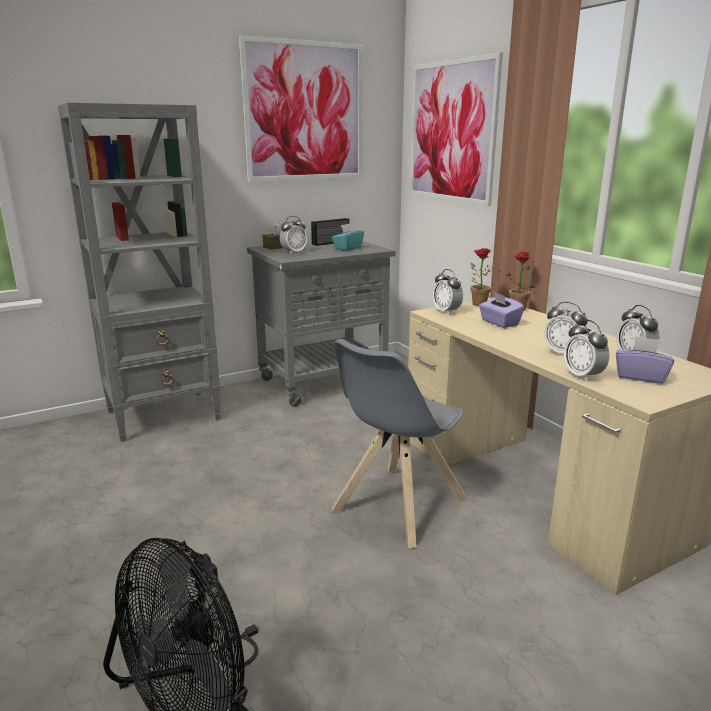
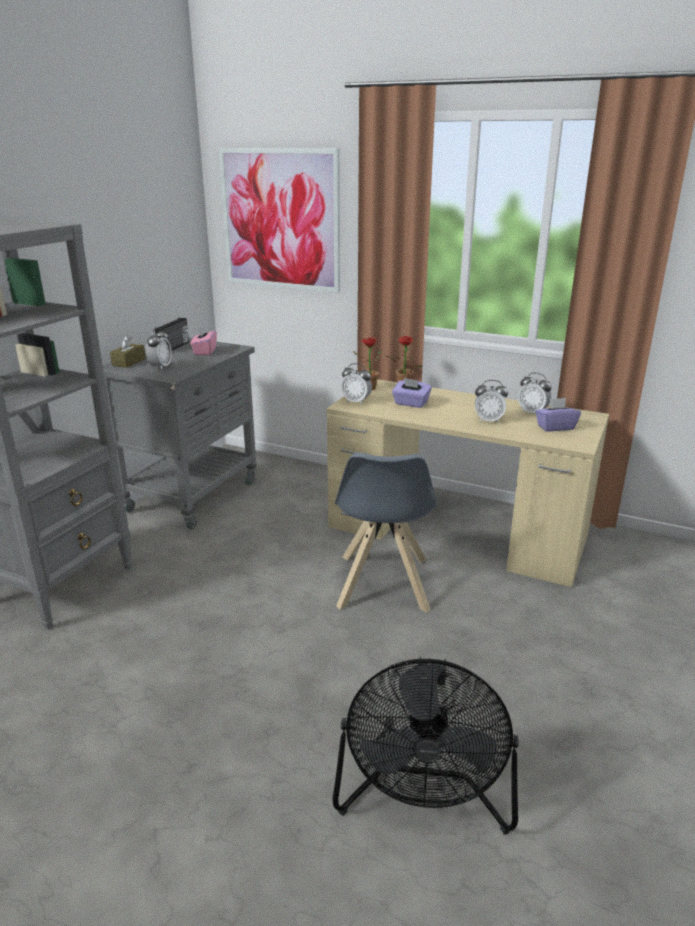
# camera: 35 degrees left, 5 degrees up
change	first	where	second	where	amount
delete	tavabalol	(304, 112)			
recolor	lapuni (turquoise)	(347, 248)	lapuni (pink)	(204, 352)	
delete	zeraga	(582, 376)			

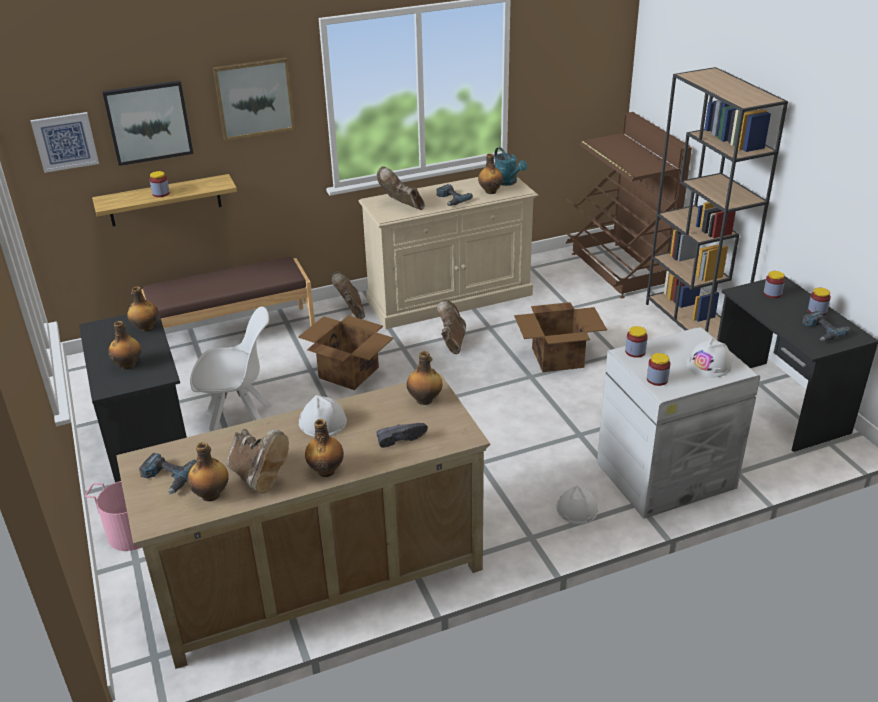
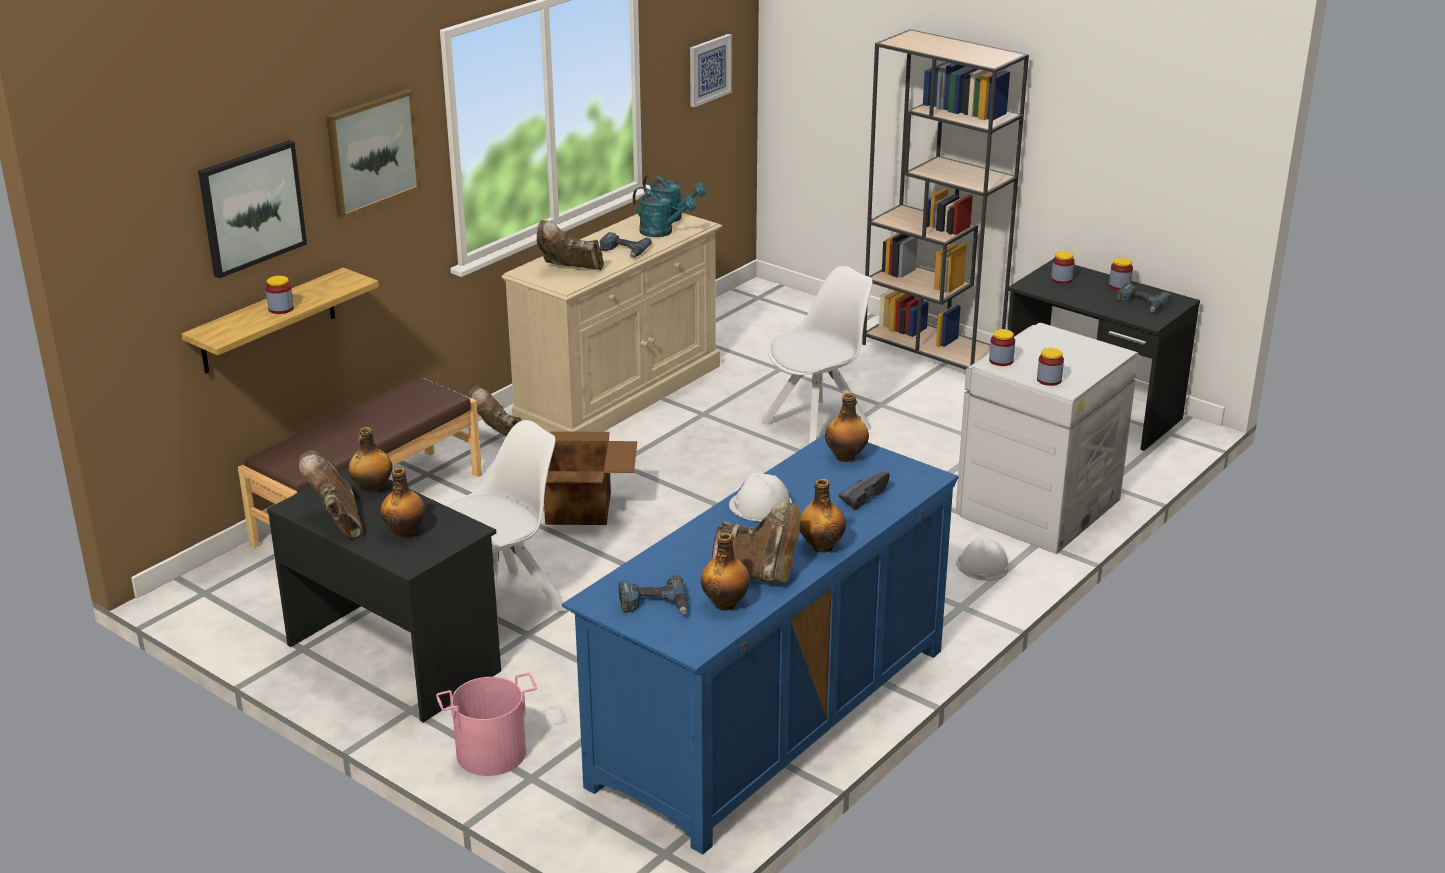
# camera: 30 degrees left, 5 degrees down
change	first	where	second	where	amount
move	tavabalol	(65, 141)		(709, 70)	
delete	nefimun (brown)	(615, 270)			
replace	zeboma	(490, 191)	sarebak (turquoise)	(661, 232)	
move	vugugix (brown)	(452, 342)		(338, 522)	
replace	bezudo	(558, 357)	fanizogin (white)	(818, 425)	
delete	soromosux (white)	(709, 364)			
recolor	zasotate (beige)	(319, 574)	zasotate (blue)	(768, 715)	

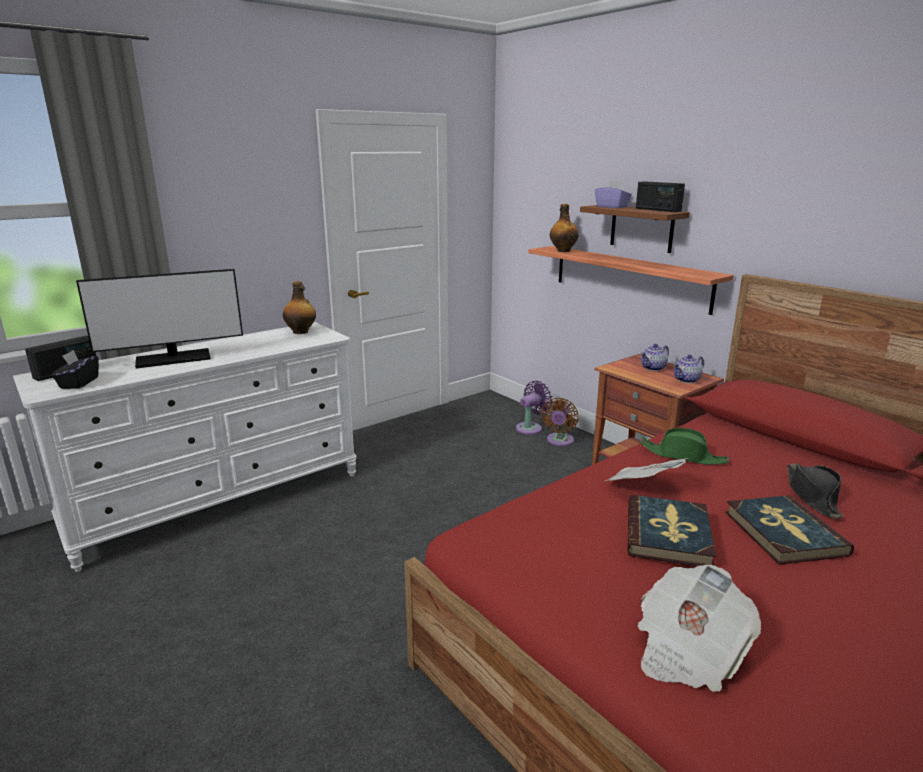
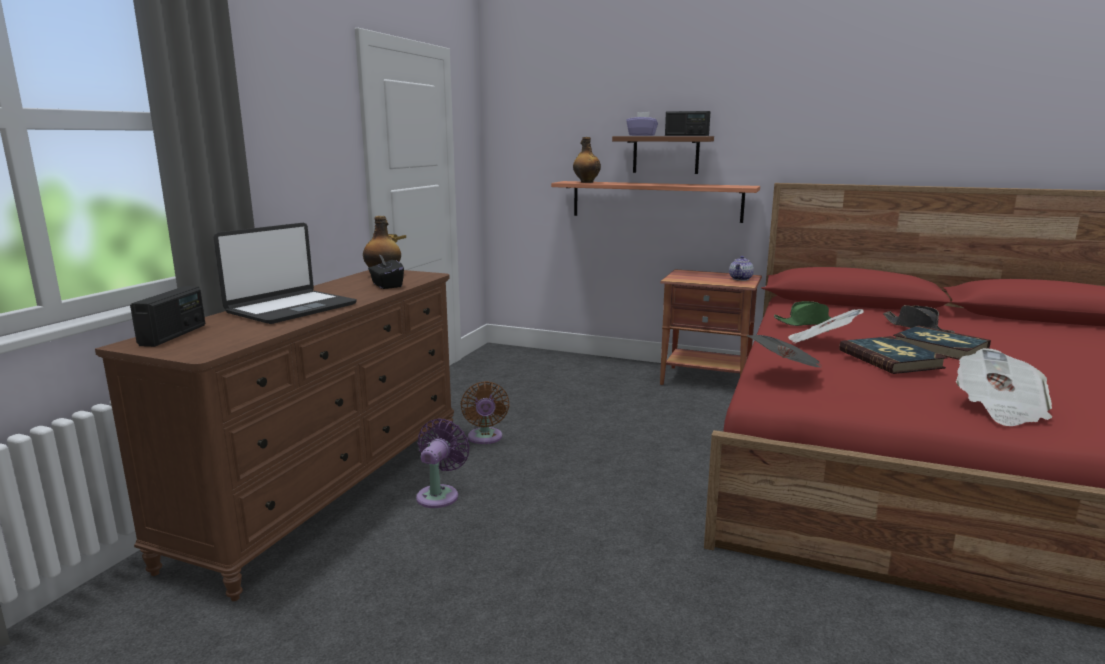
# camera: 30 degrees left, 5 degrees down
change	first	where	second	where	amount
replace	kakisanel	(173, 359)	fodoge	(291, 308)	
recolor	zasotate (white)	(221, 501)	zasotate (brown)	(330, 489)	
delete	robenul	(653, 368)			
move	lapuni (black)	(79, 383)		(386, 285)	
move	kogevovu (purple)	(531, 428)		(439, 494)	
move	kogevovu (brown)	(559, 441)		(485, 438)	
insert			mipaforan	(785, 371)	

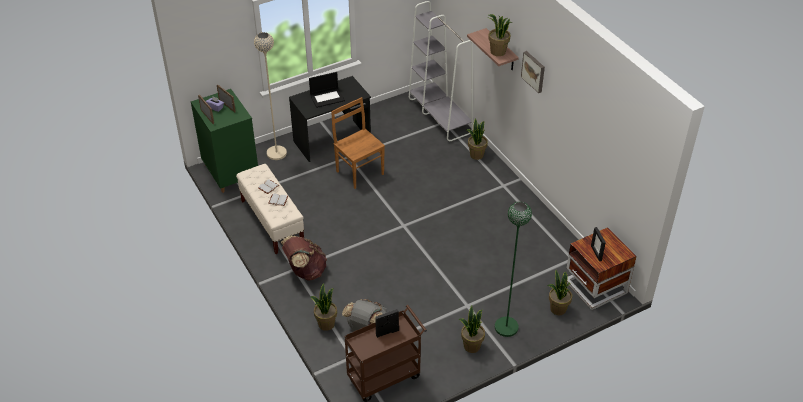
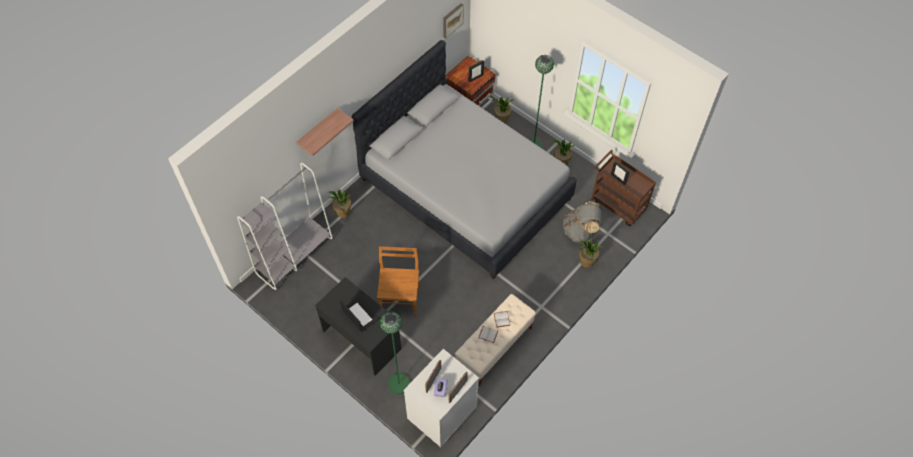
# camera: 110 degrees left, 15 degrees up
change	first	where	second	where	amount
delete	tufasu	(497, 52)			
recolor	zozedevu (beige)	(276, 153)	zozedevu (green)	(398, 384)	
move	tavabalol	(534, 71)		(452, 20)	
recolor	zasotate (green)	(230, 172)	zasotate (white)	(441, 416)	
rotate	fanizogin (brown)	(359, 172)		(400, 299)	150 degrees clockwise
delete	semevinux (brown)	(305, 271)			
insert			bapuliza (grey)	(465, 188)	

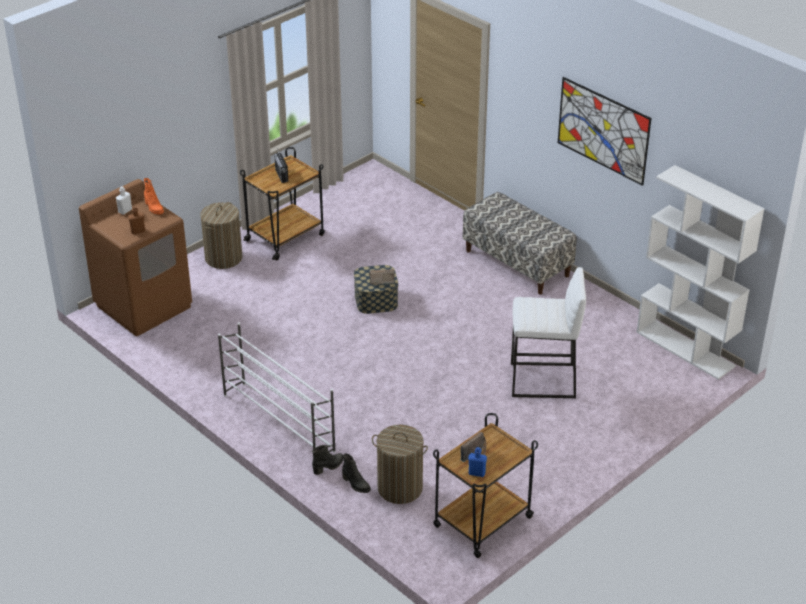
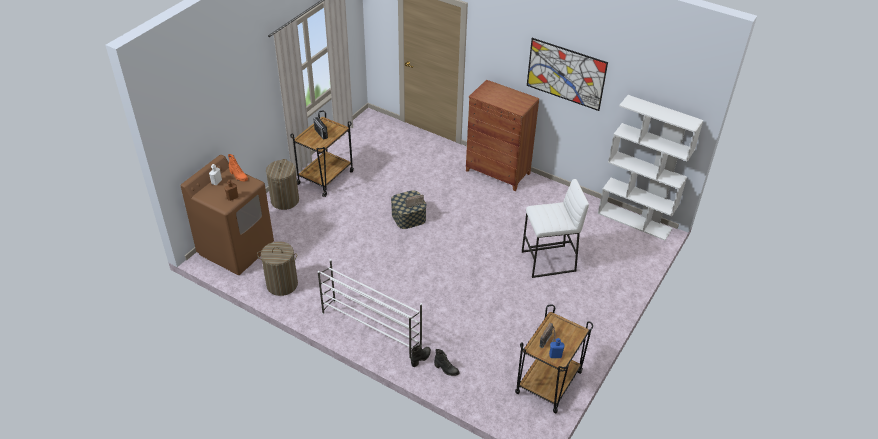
# camera: 15 degrees left, 5 degrees up
change	first	where	second	where	amount
replace	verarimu	(517, 263)	zasotate (brown)	(497, 173)	
move	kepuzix	(399, 488)		(282, 284)	

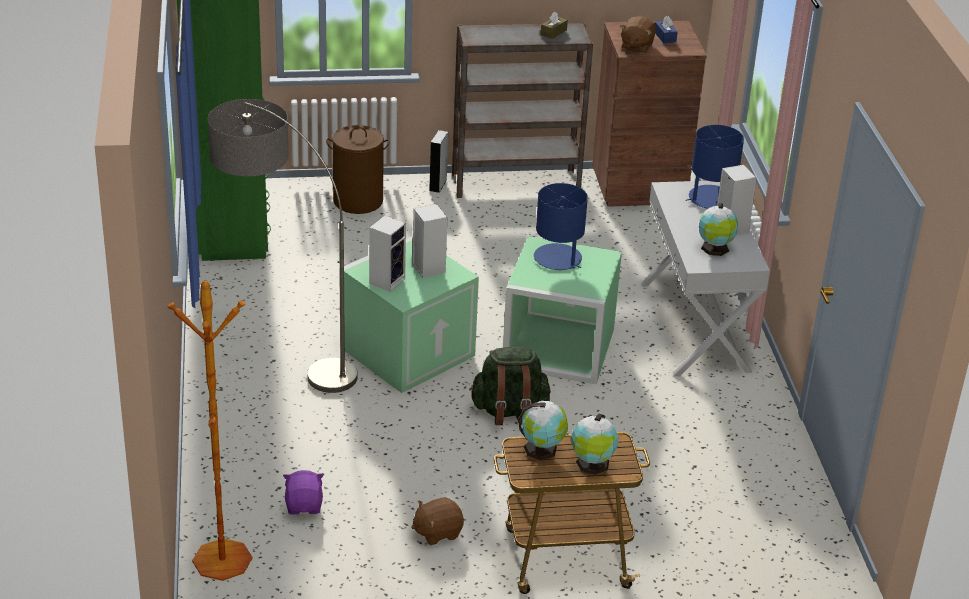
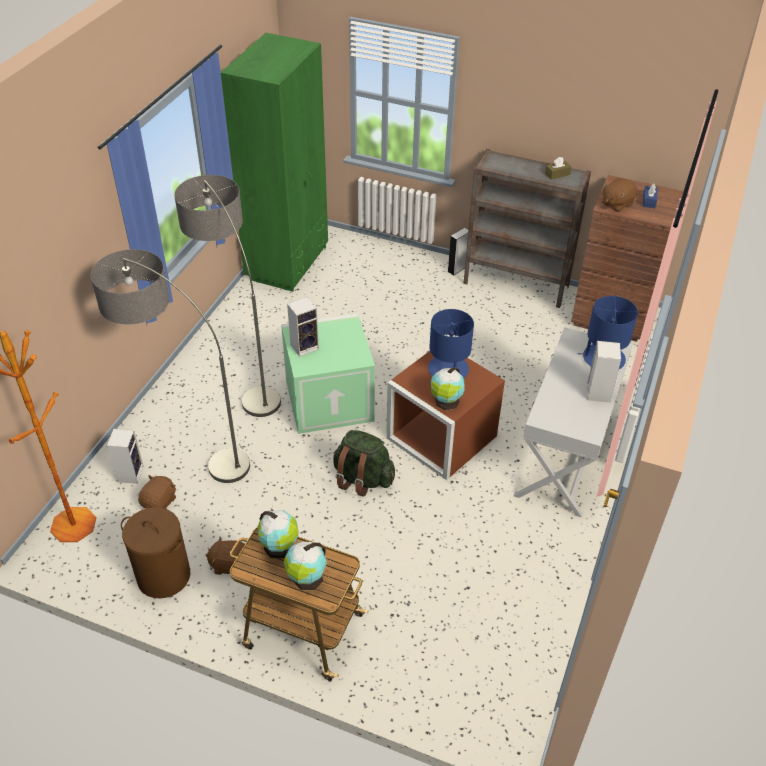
# camera: 30 degrees right, 10 degrees up
change	first	where	second	where	amount
move	kepuzix (brown)	(357, 201)		(163, 576)	
move	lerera	(715, 249)		(446, 402)	
move	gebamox	(427, 267)		(130, 473)	
recolor	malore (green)	(556, 348)	malore (brown)	(439, 437)	
recolor	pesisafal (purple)	(304, 505)	pesisafal (brown)	(160, 502)	
insert			zozedevu	(187, 450)	

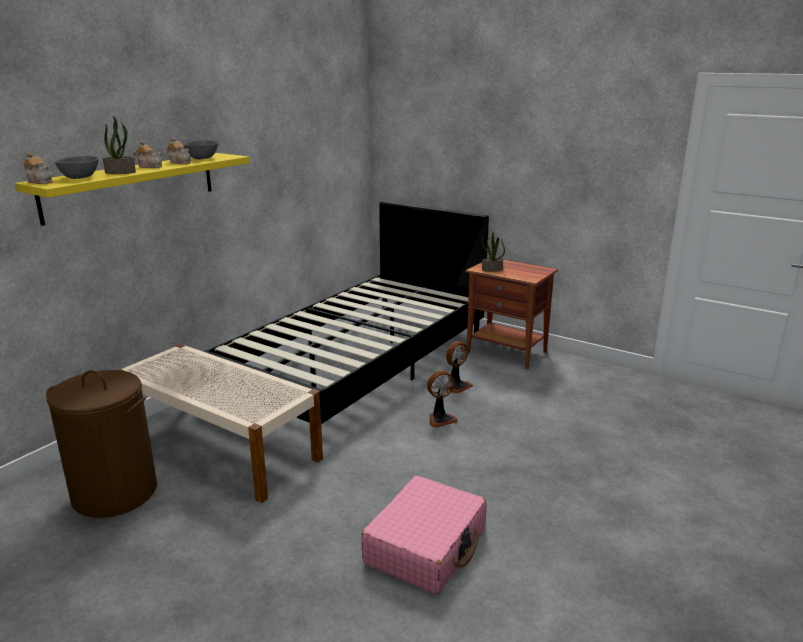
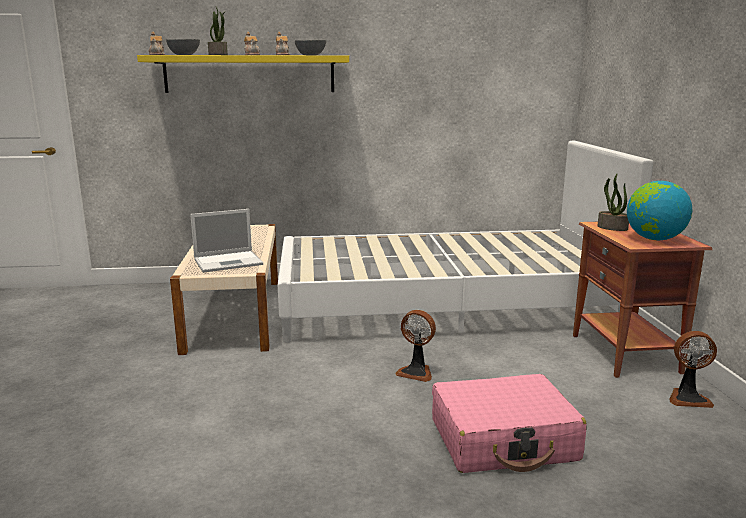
# camera: 50 degrees right, 5 degrees down
change	first	where	second	where	amount
recolor	bapuliza (black)	(359, 365)	bapuliza (white)	(443, 305)	
move	kogevovu	(457, 386)		(687, 398)	
delete	kepuzix (brown)	(114, 493)			
move	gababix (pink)	(426, 546)		(503, 440)	
insert			lerera	(654, 239)	
insert			fodoge	(229, 262)	

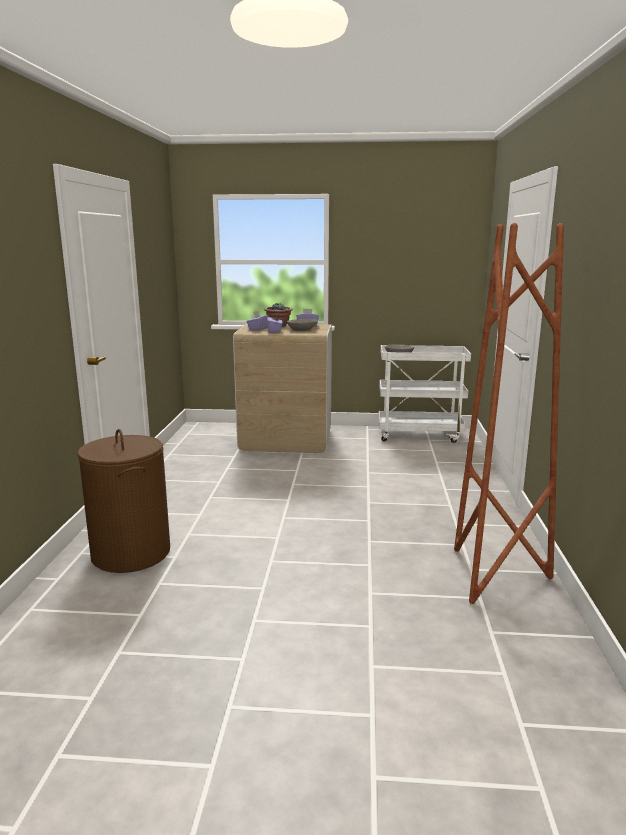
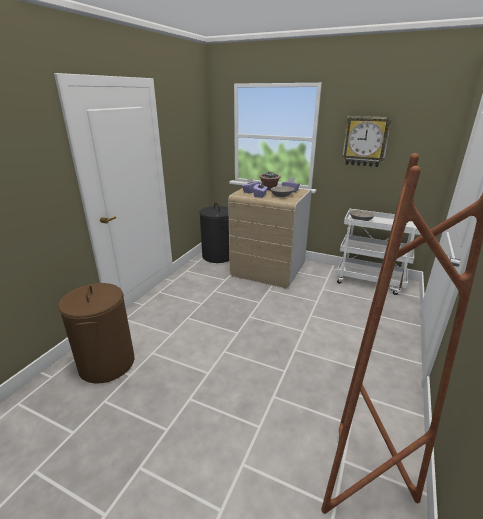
# camera: 20 degrees right, 10 degrees up
change	first	where	second	where	amount
insert			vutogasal	(365, 141)	
insert			kepuzix (black)	(218, 256)	

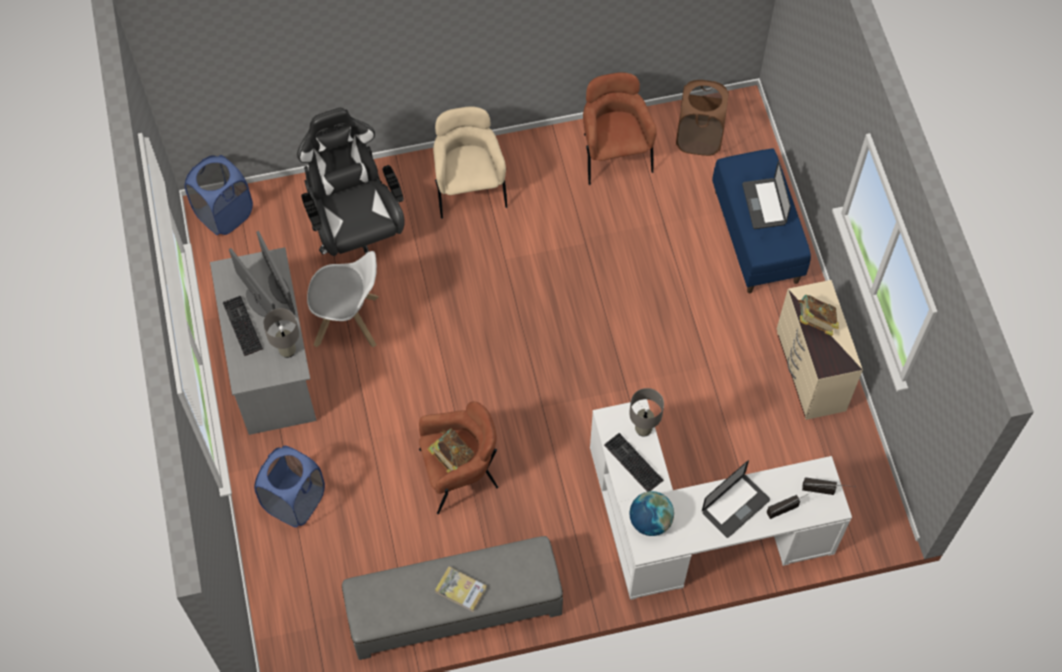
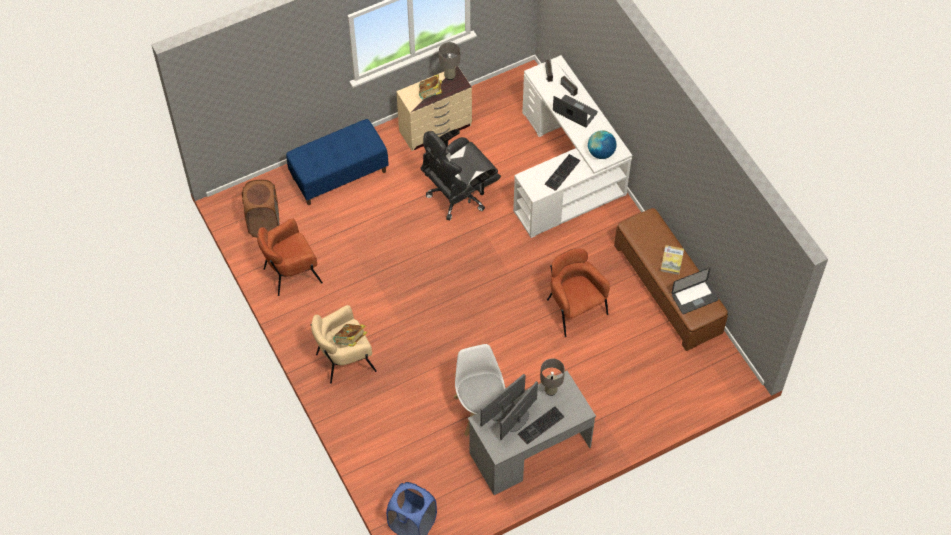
# camera: 105 degrees left, 5 degrees down
change	first	where	second	where	amount
move	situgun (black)	(358, 233)		(460, 193)	
move	fodoge	(764, 204)		(694, 297)	
move	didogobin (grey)	(643, 429)		(450, 76)	
move	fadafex	(451, 458)		(350, 341)	
delete	kepuzix (blue)	(295, 501)			
recolor	verarimu (grey)	(453, 608)	verarimu (brown)	(668, 289)	

